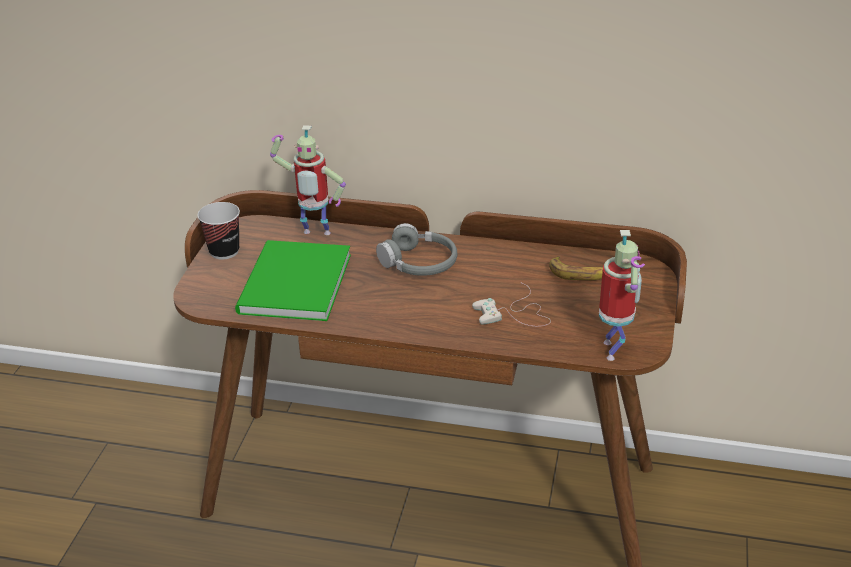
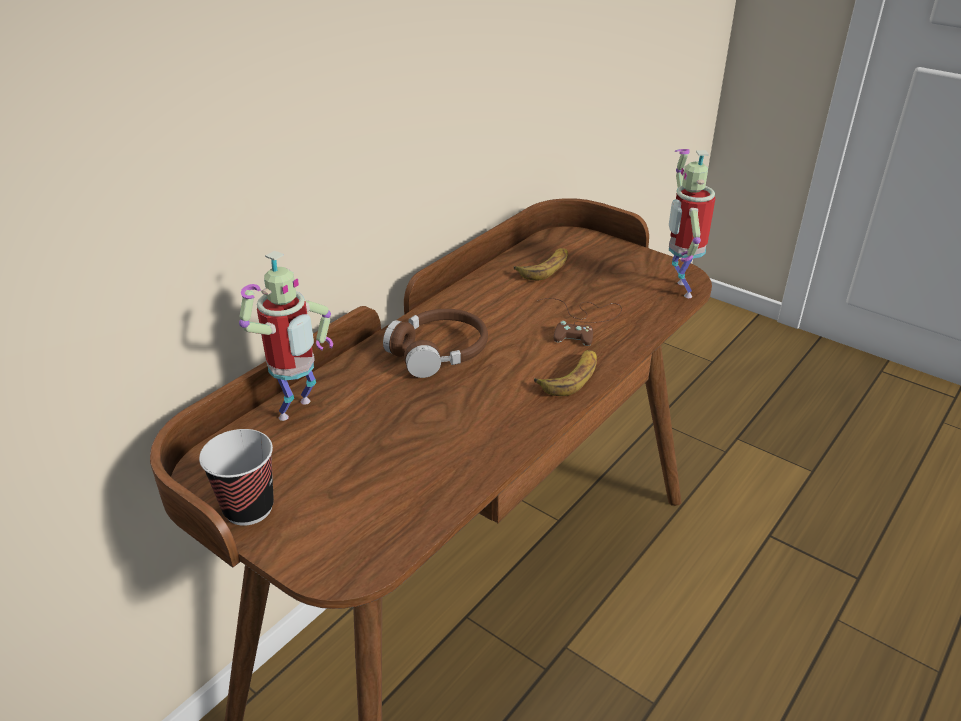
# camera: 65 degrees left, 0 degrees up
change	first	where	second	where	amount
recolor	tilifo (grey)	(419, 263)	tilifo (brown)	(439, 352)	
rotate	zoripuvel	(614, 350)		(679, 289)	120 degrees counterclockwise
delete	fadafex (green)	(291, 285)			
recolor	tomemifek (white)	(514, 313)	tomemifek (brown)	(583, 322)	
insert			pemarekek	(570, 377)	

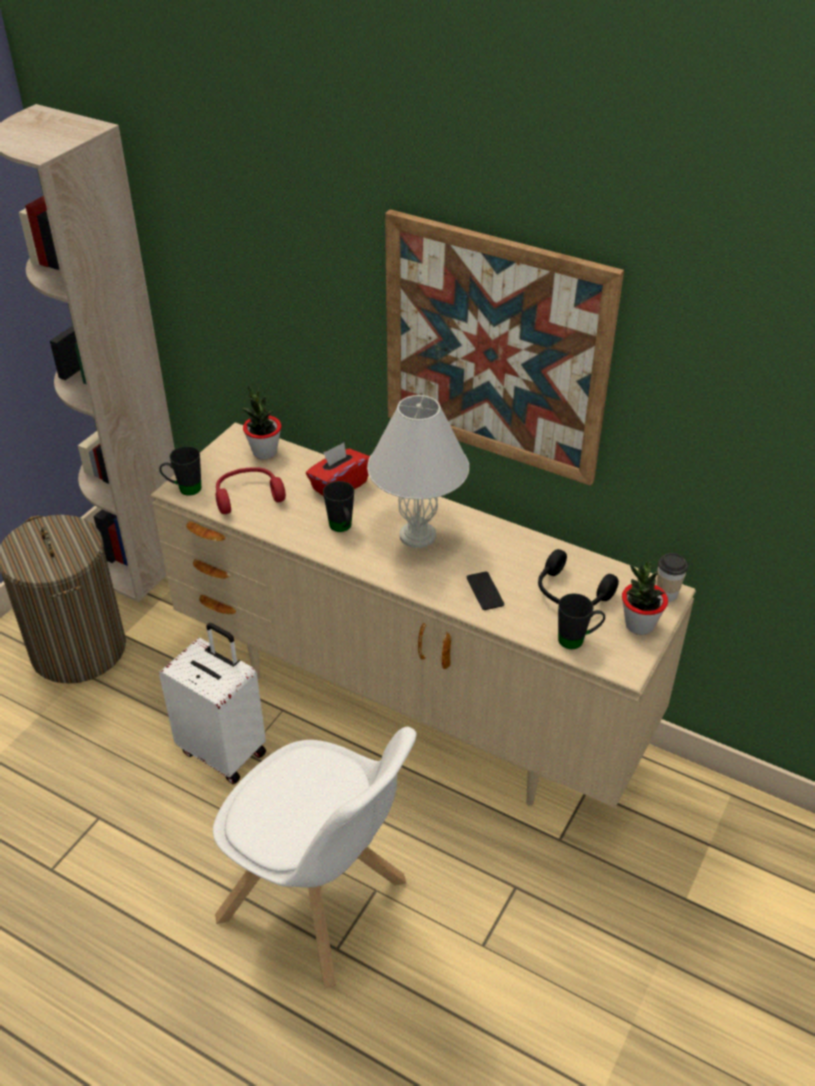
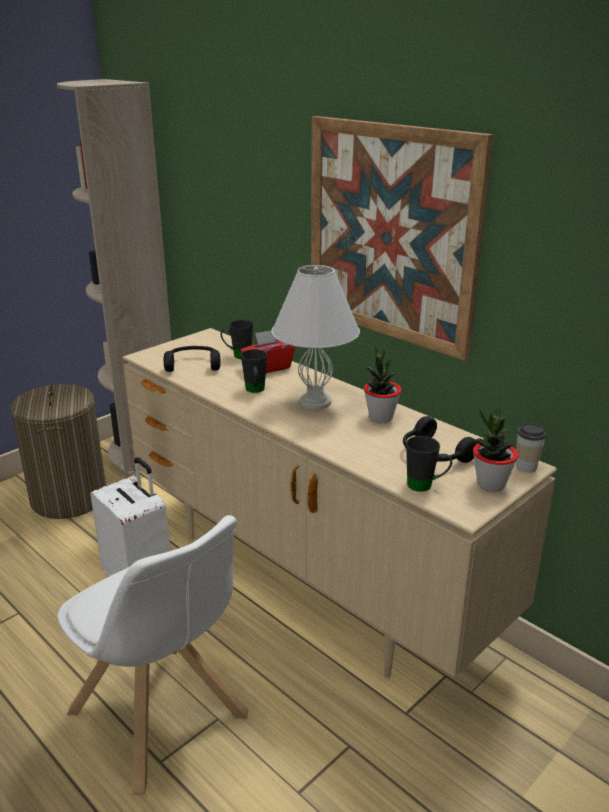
# camera: 15 degrees right, 15 degrees down
change	first	where	second	where	amount
move	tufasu	(264, 452)		(380, 417)	
move	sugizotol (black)	(184, 489)		(237, 355)	
recolor	tilifo (red)	(248, 496)	tilifo (black)	(193, 365)	
delete	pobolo	(485, 591)			

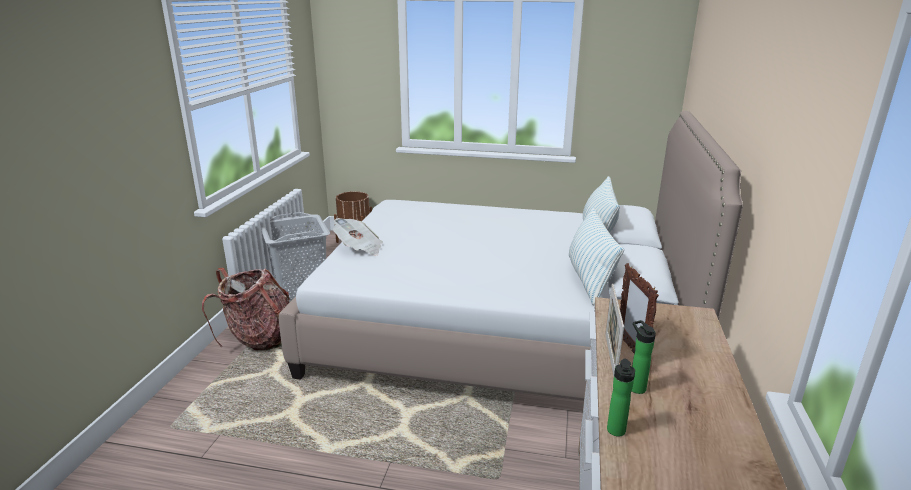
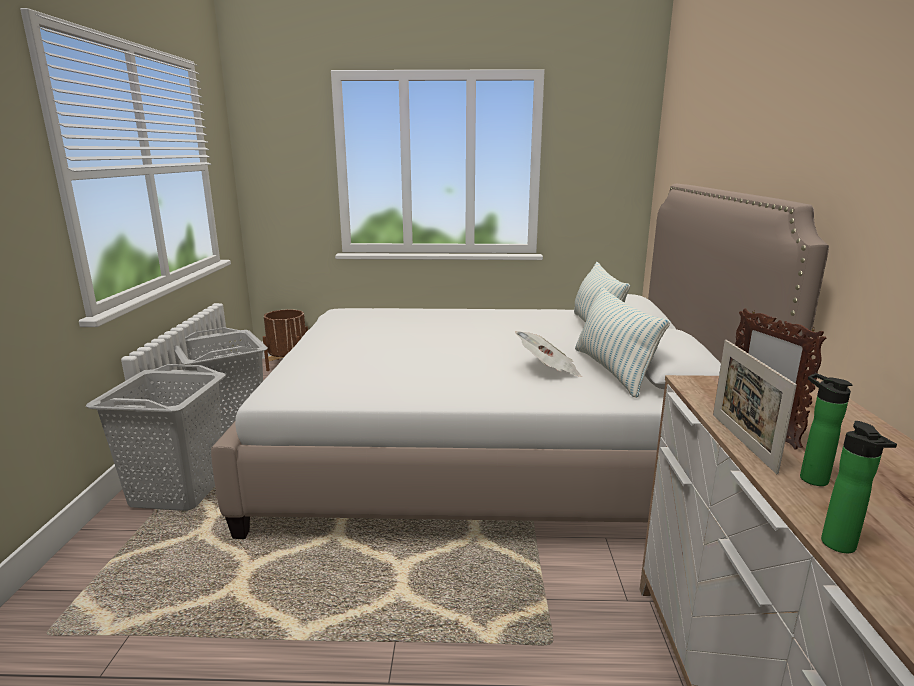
# camera: 10 degrees left, 5 degrees down
change	first	where	second	where	amount
move	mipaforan	(359, 248)		(548, 370)	
replace	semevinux	(258, 338)	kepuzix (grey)	(177, 491)	

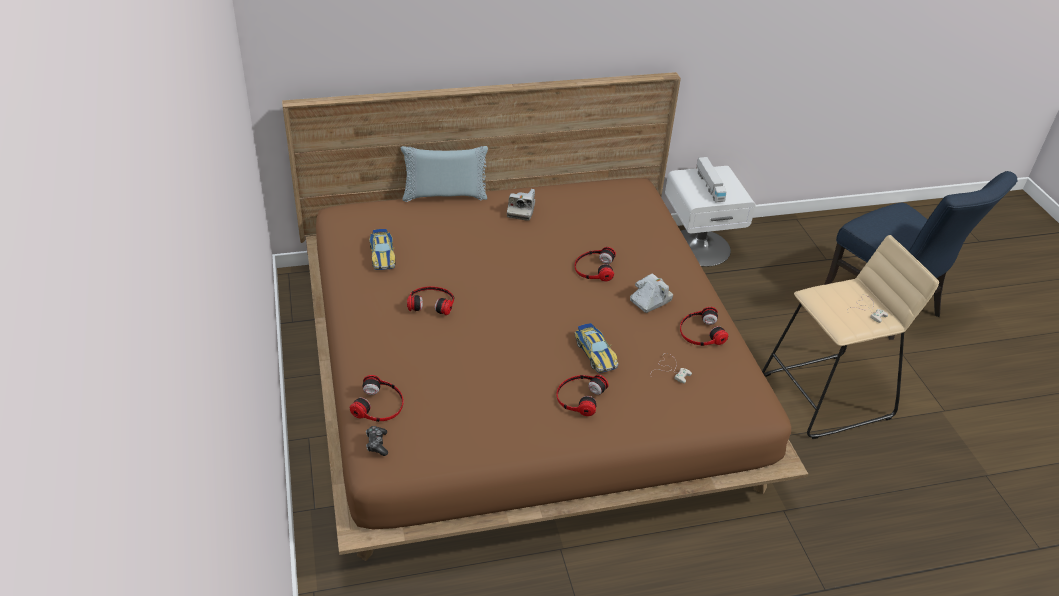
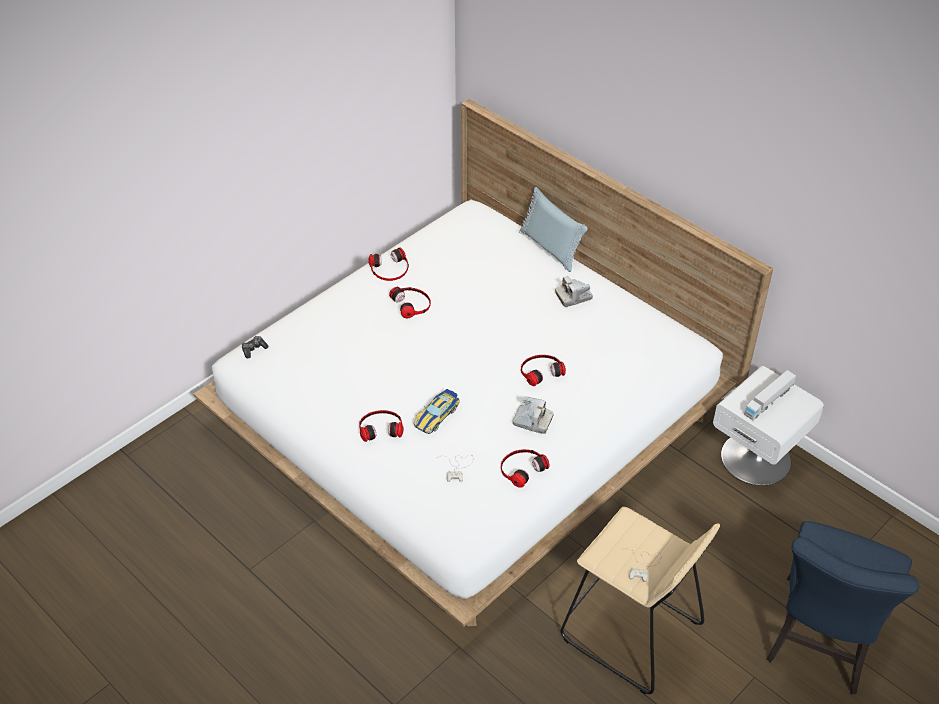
# camera: 60 degrees right, 5 degrees up
change	first	where	second	where	amount
recolor	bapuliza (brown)	(525, 376)	bapuliza (white)	(469, 419)	
delete	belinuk	(382, 255)			
move	tilifo	(379, 405)		(390, 269)	

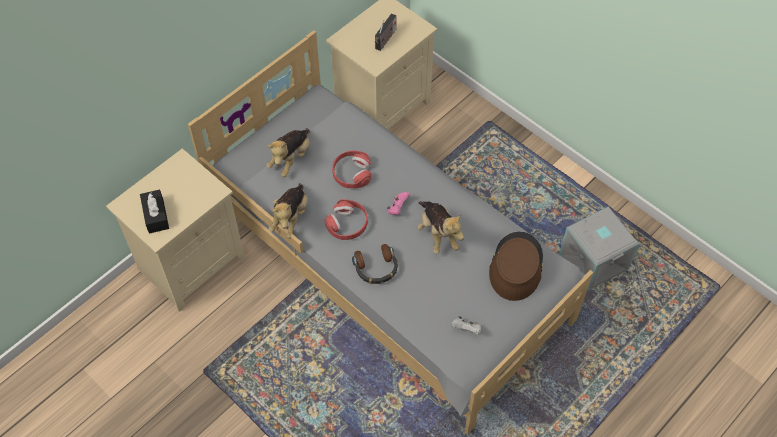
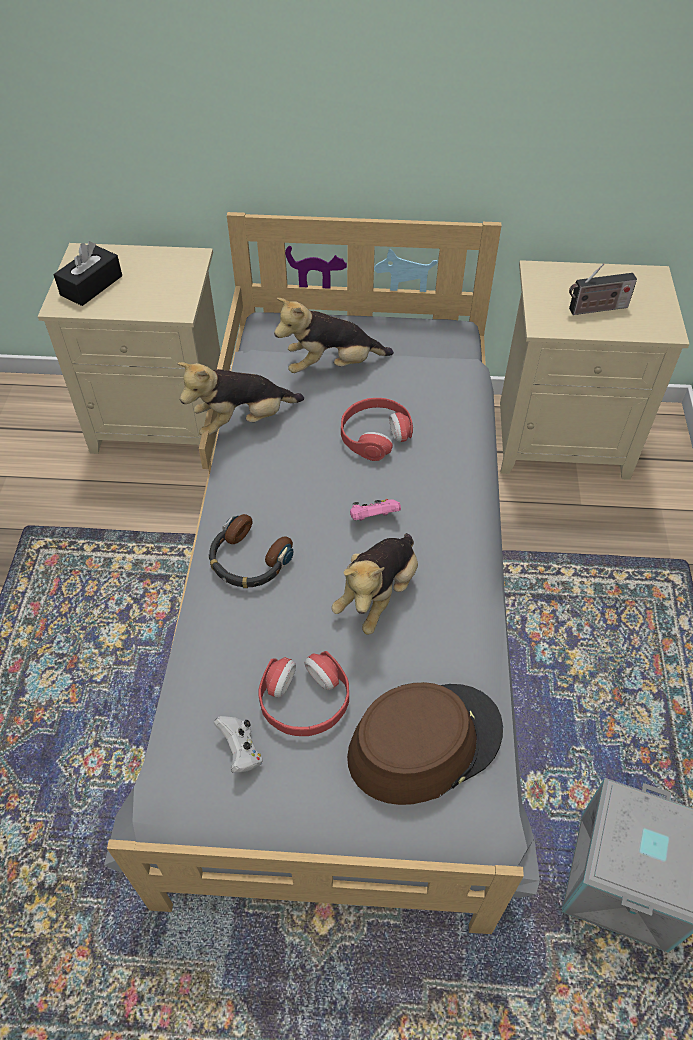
# camera: 50 degrees right, 5 degrees down
change	first	where	second	where	amount
move	tilifo (red)	(347, 224)		(304, 700)	

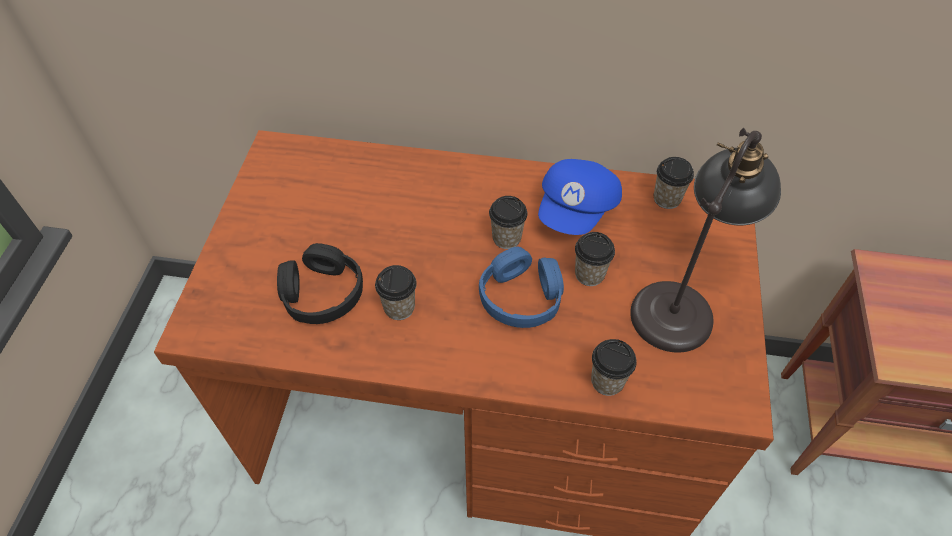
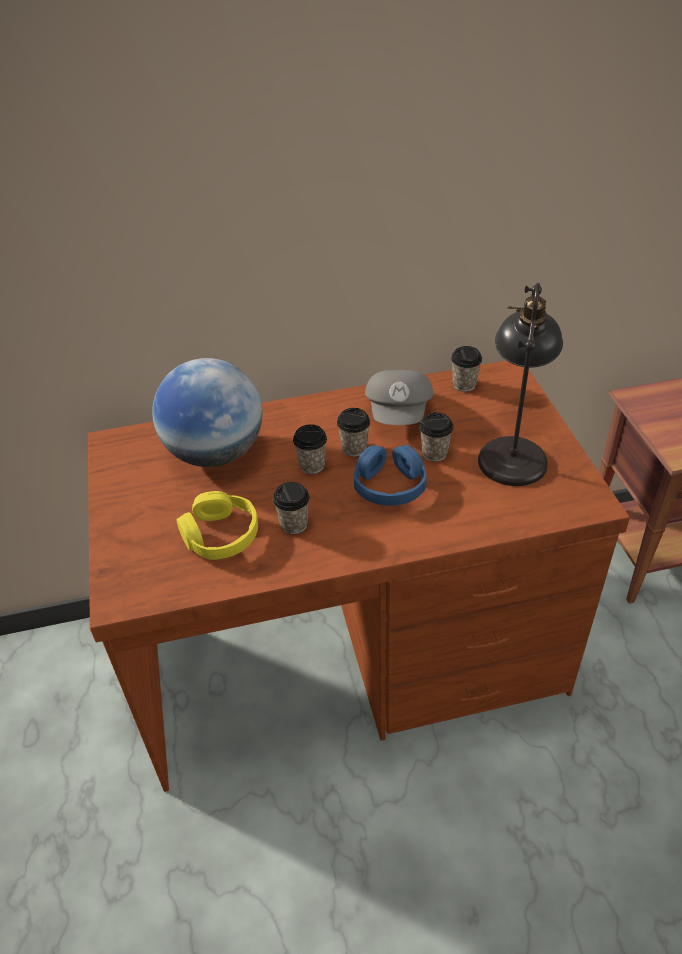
# camera: 20 degrees left, 10 degrees down
change	first	where	second	where	amount
recolor	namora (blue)	(577, 210)	namora (grey)	(399, 412)	
recolor	tilifo (black)	(322, 293)	tilifo (yellow)	(220, 535)	
move	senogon	(607, 381)		(312, 465)	
insert			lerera	(215, 452)	

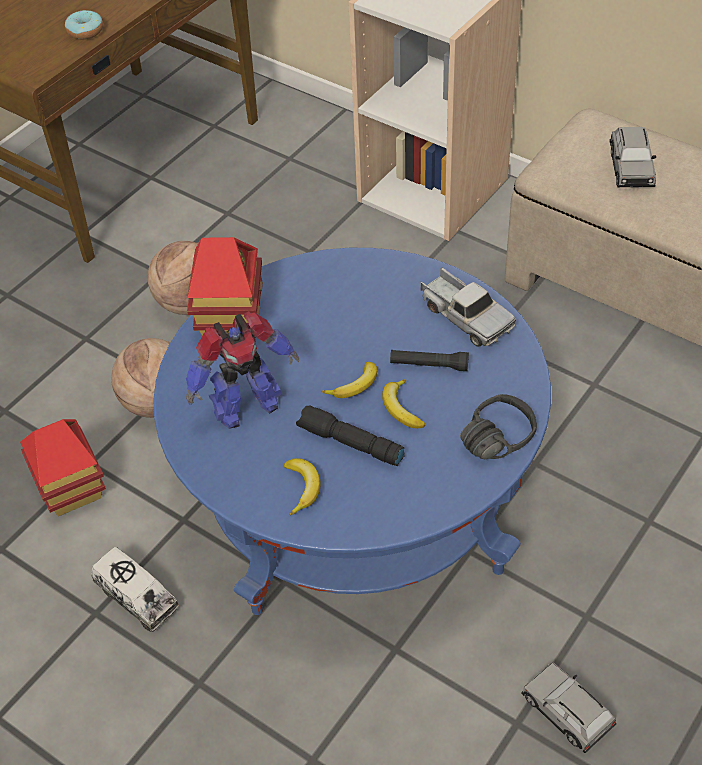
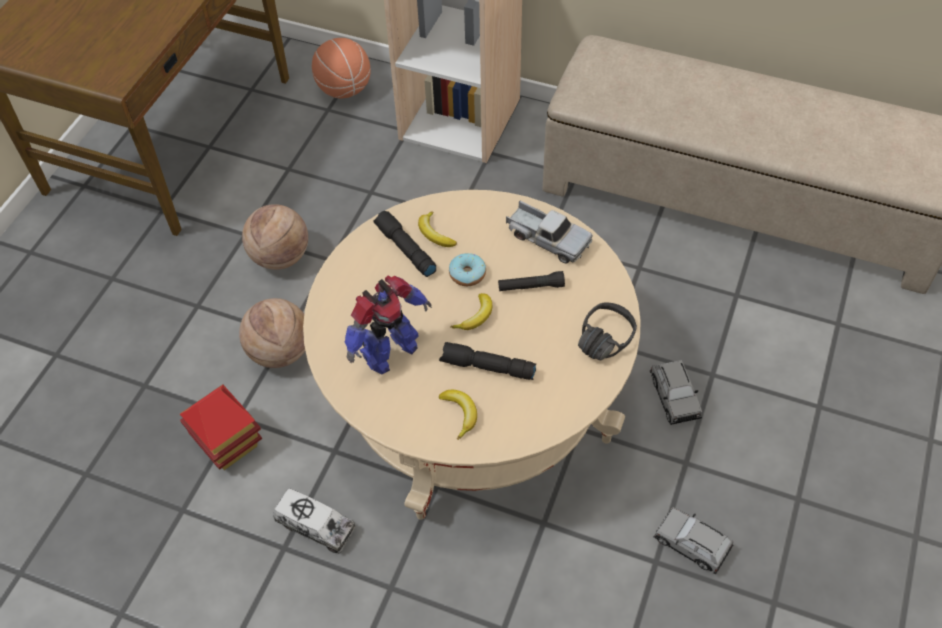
# camera: 15 degrees left, 5 degrees up
change	first	where	second	where	amount
move	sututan	(85, 31)		(467, 274)	
move	belinuk (grey)	(631, 168)		(674, 397)	
delete	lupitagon	(230, 319)			
recolor	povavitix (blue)	(357, 491)	povavitix (beige)	(474, 396)	
move	pemarekek	(401, 409)		(435, 234)	
insert			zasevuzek	(344, 89)	
insert			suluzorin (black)	(404, 249)	

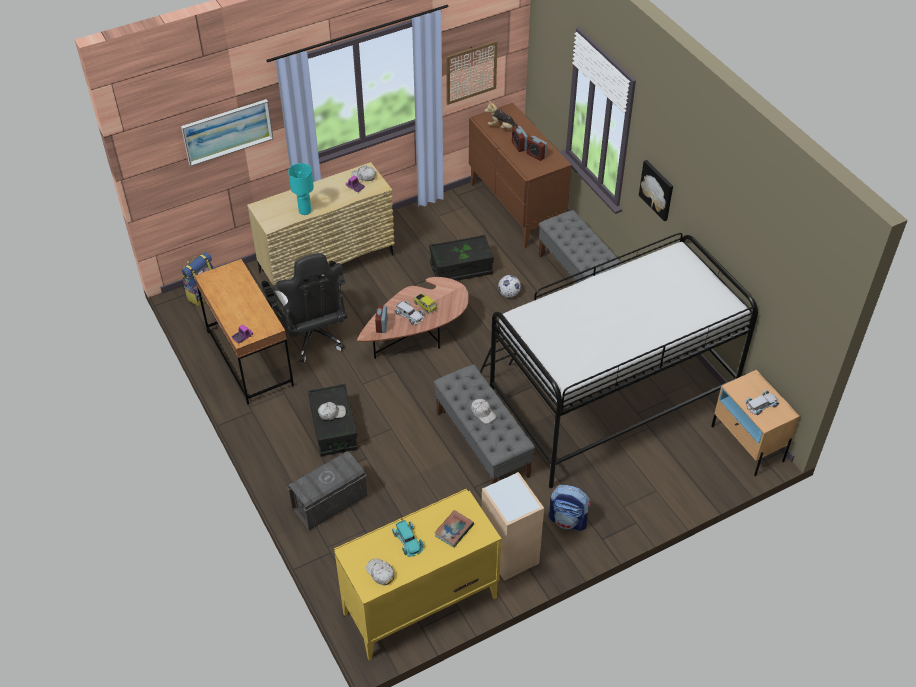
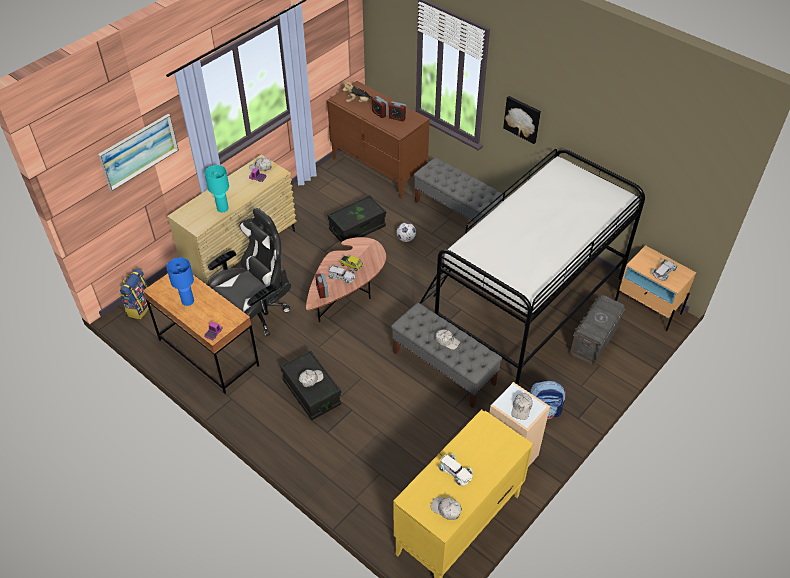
# camera: 20 degrees left, 0 degrees up
change	first	where	second	where	amount
delete	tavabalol	(471, 71)			
rotate	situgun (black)	(311, 333)		(253, 316)	90 degrees counterclockwise
move	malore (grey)	(329, 503)		(593, 341)	
delete	fadafex	(454, 530)			
recolor	belinuk (turquoise)	(407, 541)	belinuk (white)	(455, 472)	
insert			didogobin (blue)	(188, 301)	
insert			namora (white)	(521, 408)	

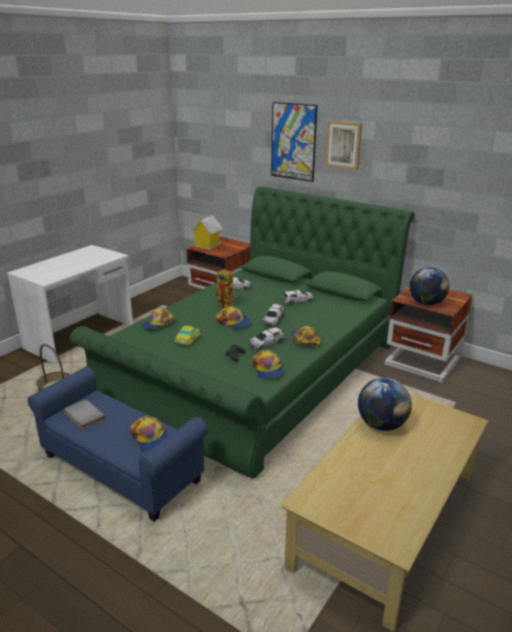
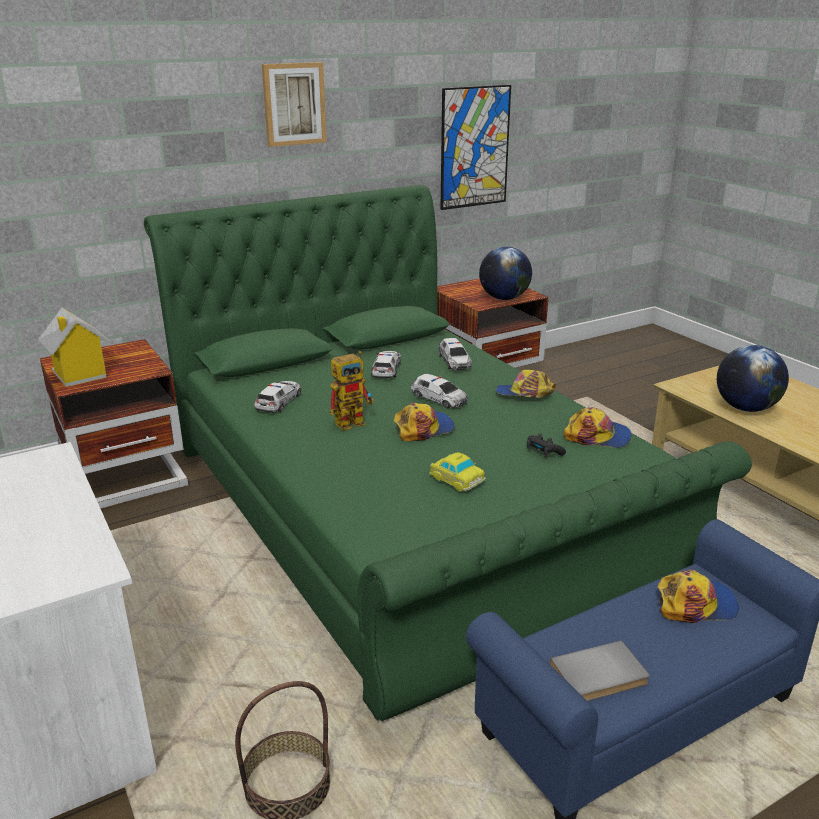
# camera: 65 degrees left, 0 degrees up
change	first	where	second	where	amount
move	tavabalol	(293, 142)		(474, 147)	
delete	namora	(158, 324)			
move	belinuk	(266, 343)		(454, 361)	

